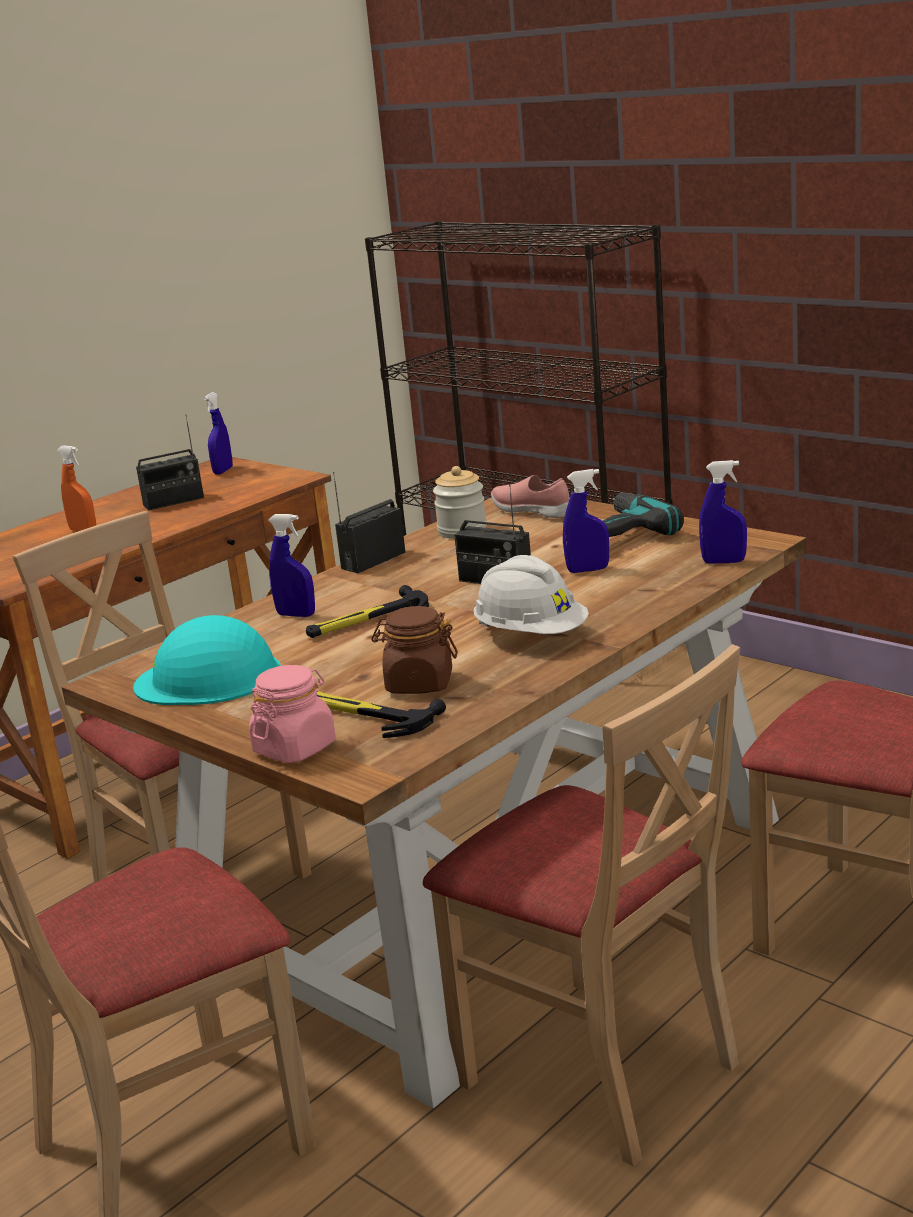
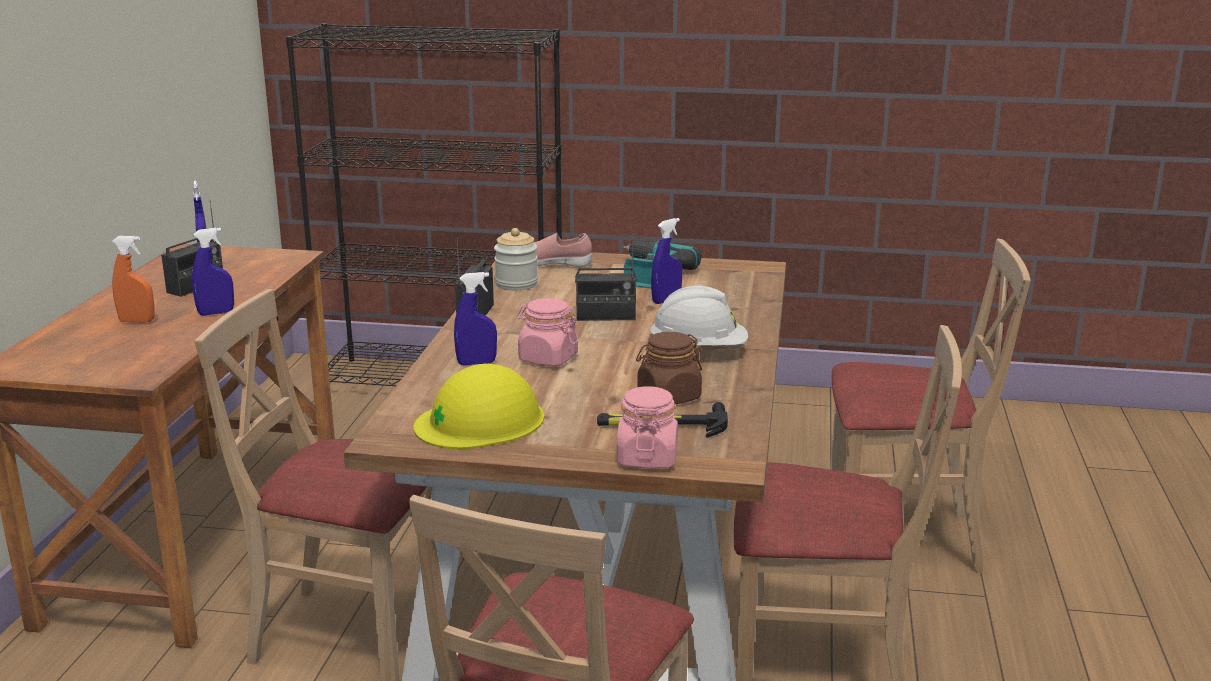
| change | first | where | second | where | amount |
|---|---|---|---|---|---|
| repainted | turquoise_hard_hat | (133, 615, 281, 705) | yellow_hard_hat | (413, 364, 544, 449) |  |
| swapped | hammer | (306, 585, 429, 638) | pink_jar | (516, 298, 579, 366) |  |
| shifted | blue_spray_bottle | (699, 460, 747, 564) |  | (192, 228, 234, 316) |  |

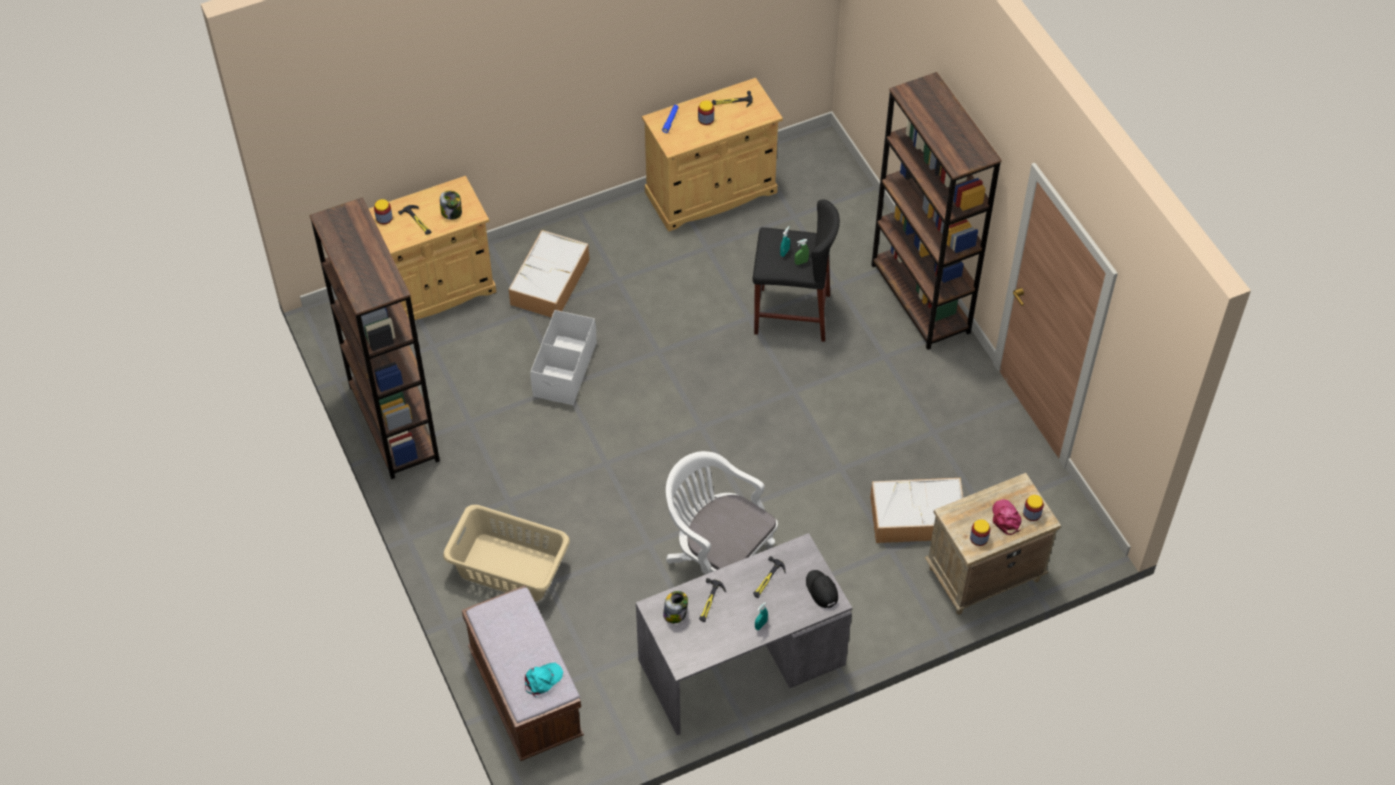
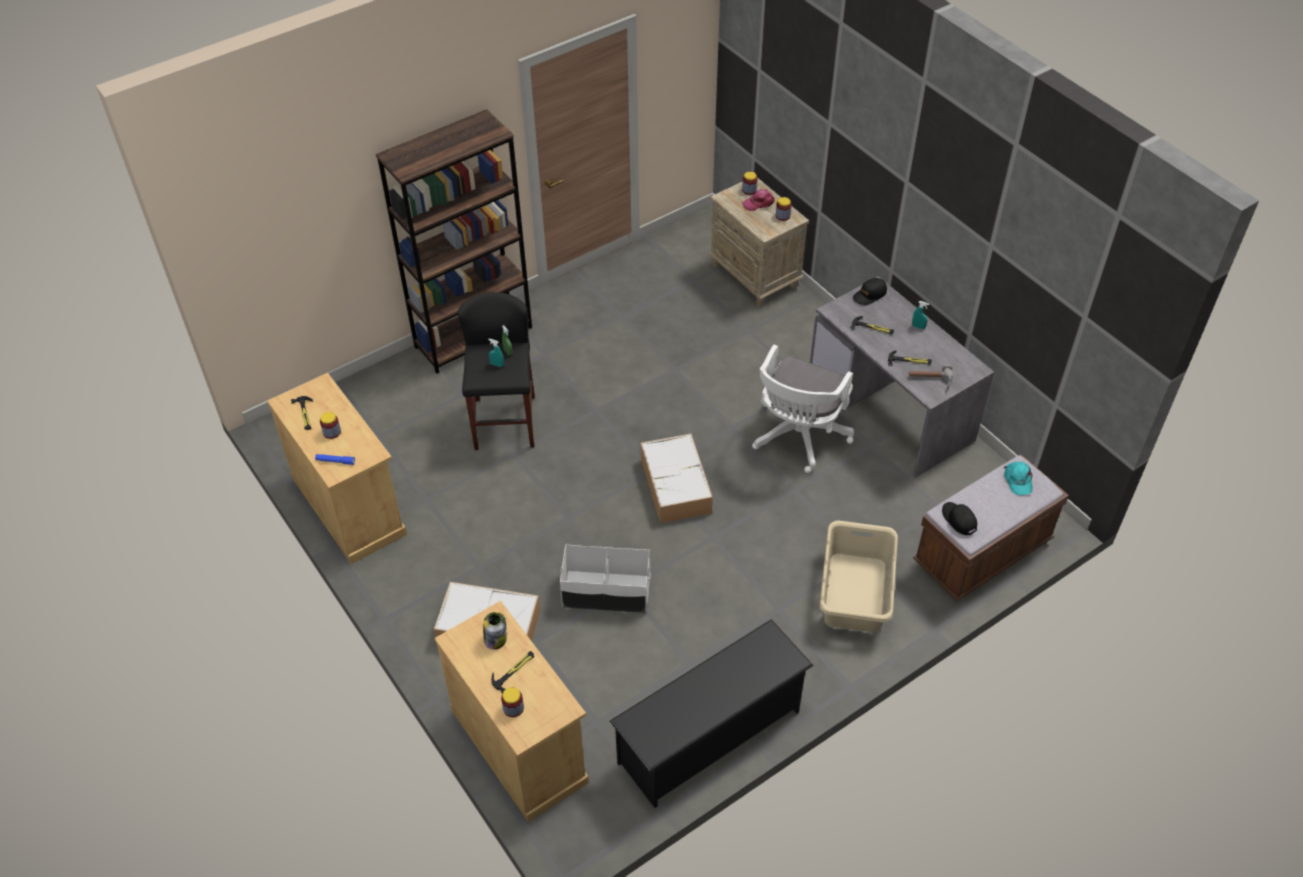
| change | first | where | second | where | amount |
|---|---|---|---|---|---|
| swapped | brown_bookcase | (309, 197, 440, 479) | black_shoe_rack | (610, 619, 813, 808) |  |
| rotated | turquoise_cap | (525, 663, 563, 697) |  | (1004, 462, 1033, 495) | 135 degrees counterclockwise |
| swapped | jar | (663, 591, 688, 623) | hammer | (909, 364, 953, 392) |  |
| shifted | storage_box | (870, 478, 963, 543) |  | (641, 434, 713, 523) |  |
| new |  |  | black_cap | (942, 502, 977, 535) |  |

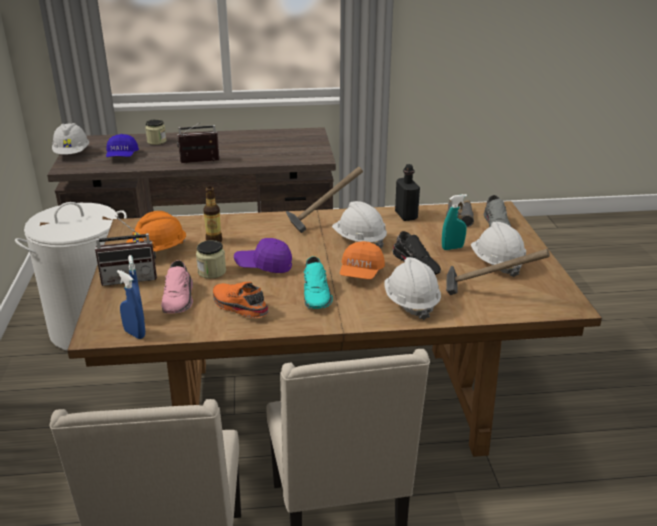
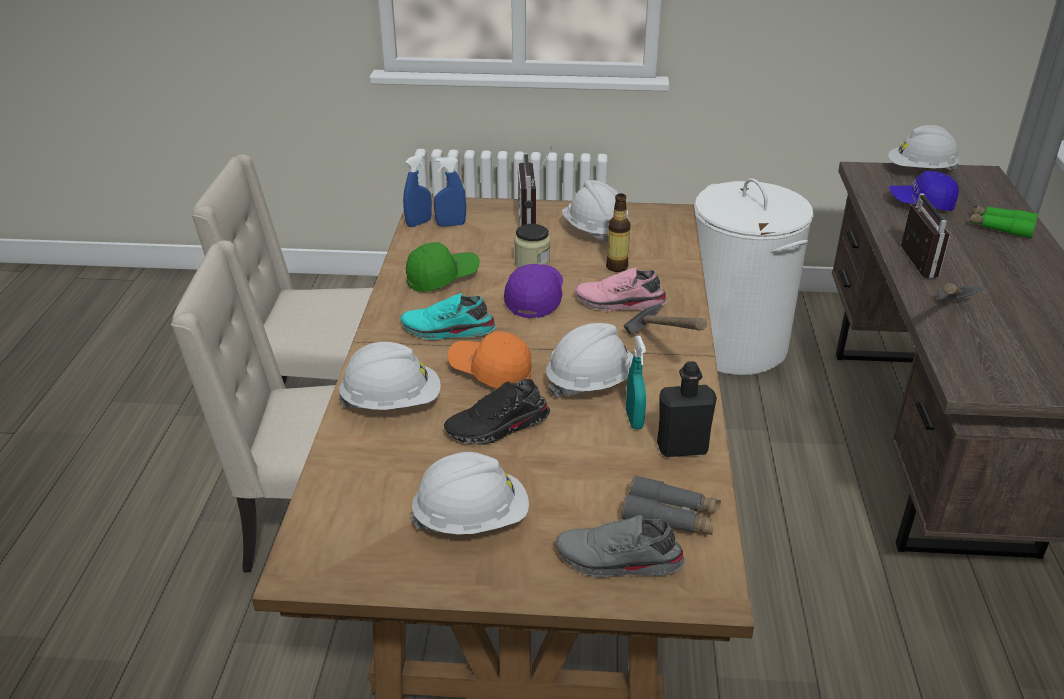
| change | first | where | second | where | amount |
|---|---|---|---|---|---|
| repainted | orange_hard_hat | (126, 211, 186, 252) | white_hard_hat | (561, 180, 630, 242) |  |
| swapped | jar | (145, 119, 167, 145) | green_binoculars | (969, 205, 1038, 239) |  |
| shifted | pink_shoe | (161, 260, 193, 313) |  | (575, 267, 667, 311) |  |
| swapped | orange_shoe | (213, 282, 269, 318) | green_cap | (406, 242, 480, 292) |  |
| shifted | turquoise_spray_bottle | (442, 194, 467, 250) |  | (626, 336, 646, 429) |  |
| shifted | hammer | (446, 249, 550, 295) |  | (937, 283, 984, 301) |  |

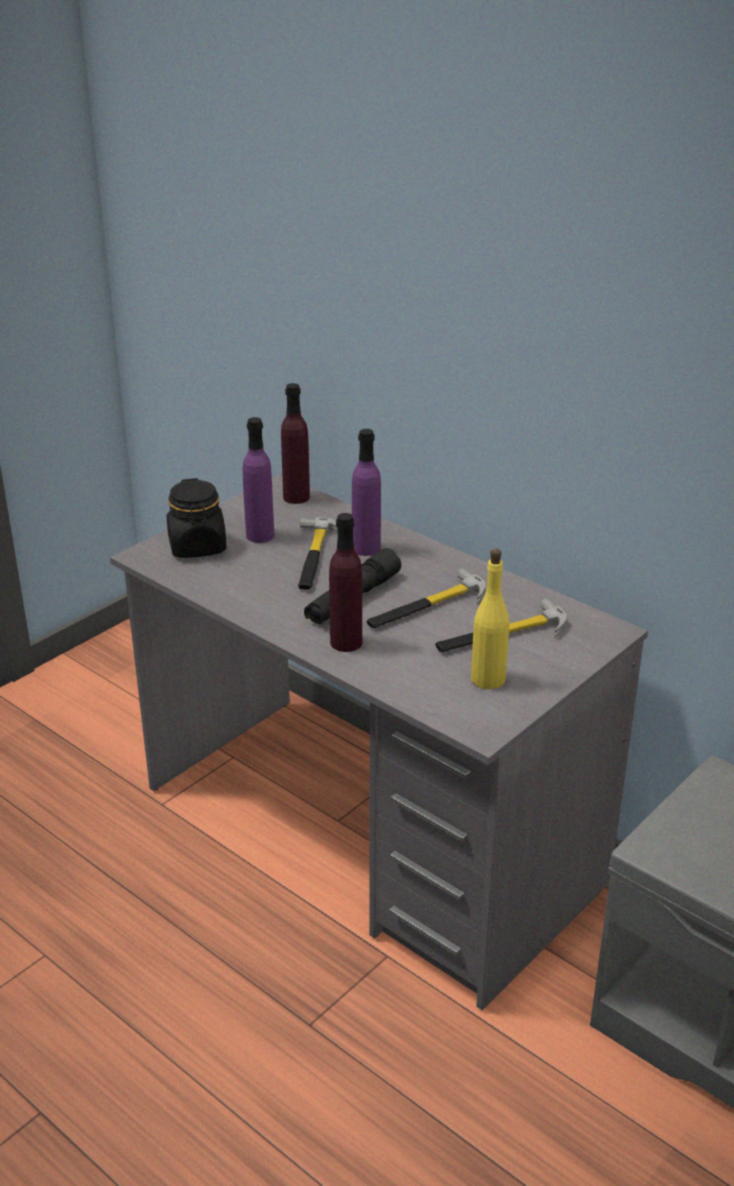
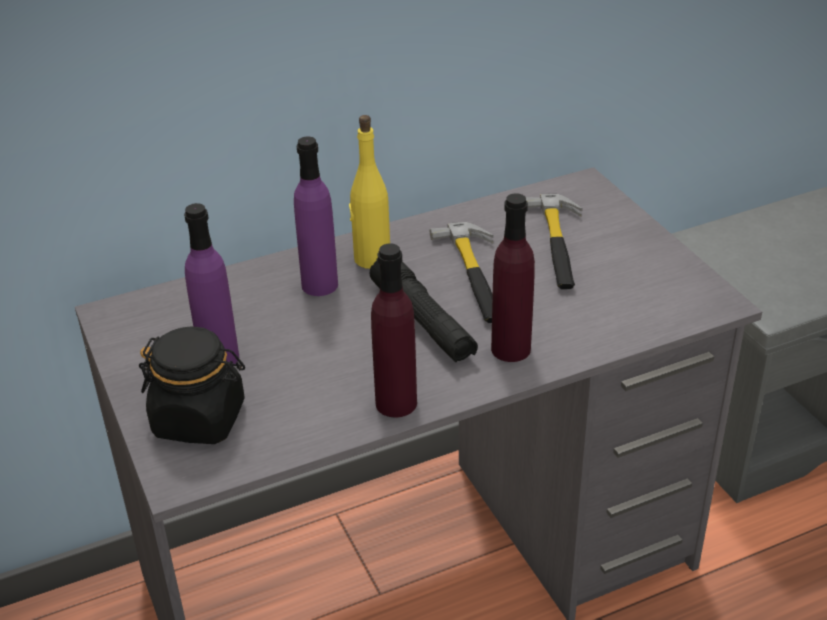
| change | first | where | second | where | amount |
|---|---|---|---|---|---|
| shifted | purple_bottle | (281, 383, 310, 504) |  | (371, 243, 417, 418) |  |
| gone | hammer | (298, 517, 338, 590) |  |  |  |
| shifted | yellow_bottle | (471, 548, 509, 689) |  | (349, 115, 390, 269) |  |

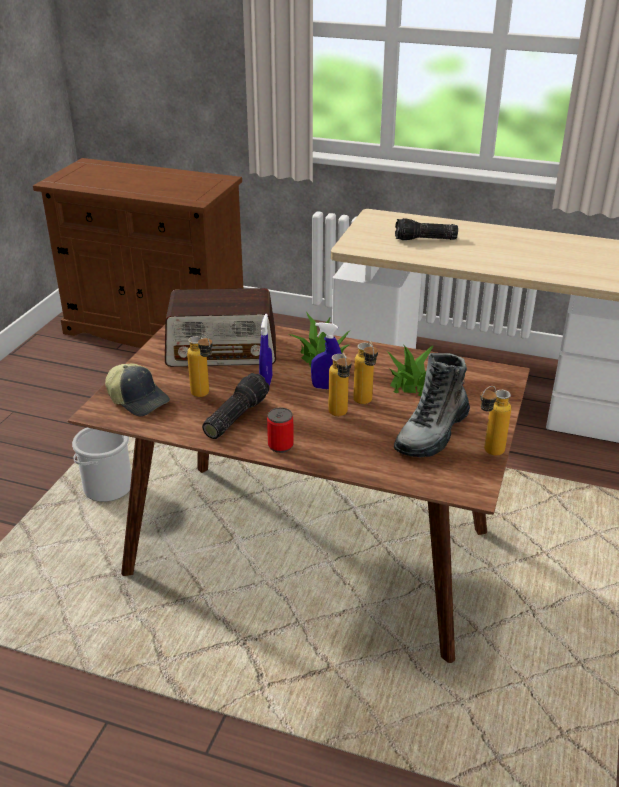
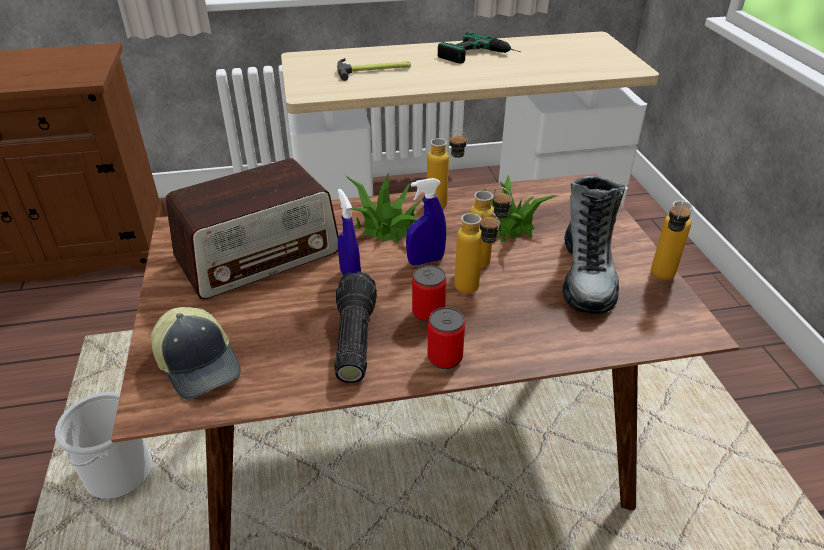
| change | first | where | second | where | amount |
|---|---|---|---|---|---|
| rotated | cap | (105, 364, 170, 416) |  | (151, 307, 241, 400) | 45 degrees clockwise |
| shifted | bottle | (187, 333, 213, 397) |  | (427, 130, 468, 208) |  |
| swapped | flashlight | (395, 218, 458, 240) | hammer | (337, 58, 411, 81) |  |
| new |  |  | can | (412, 265, 446, 323) |  |
| new |  |  | power_drill | (438, 32, 521, 63) |  |

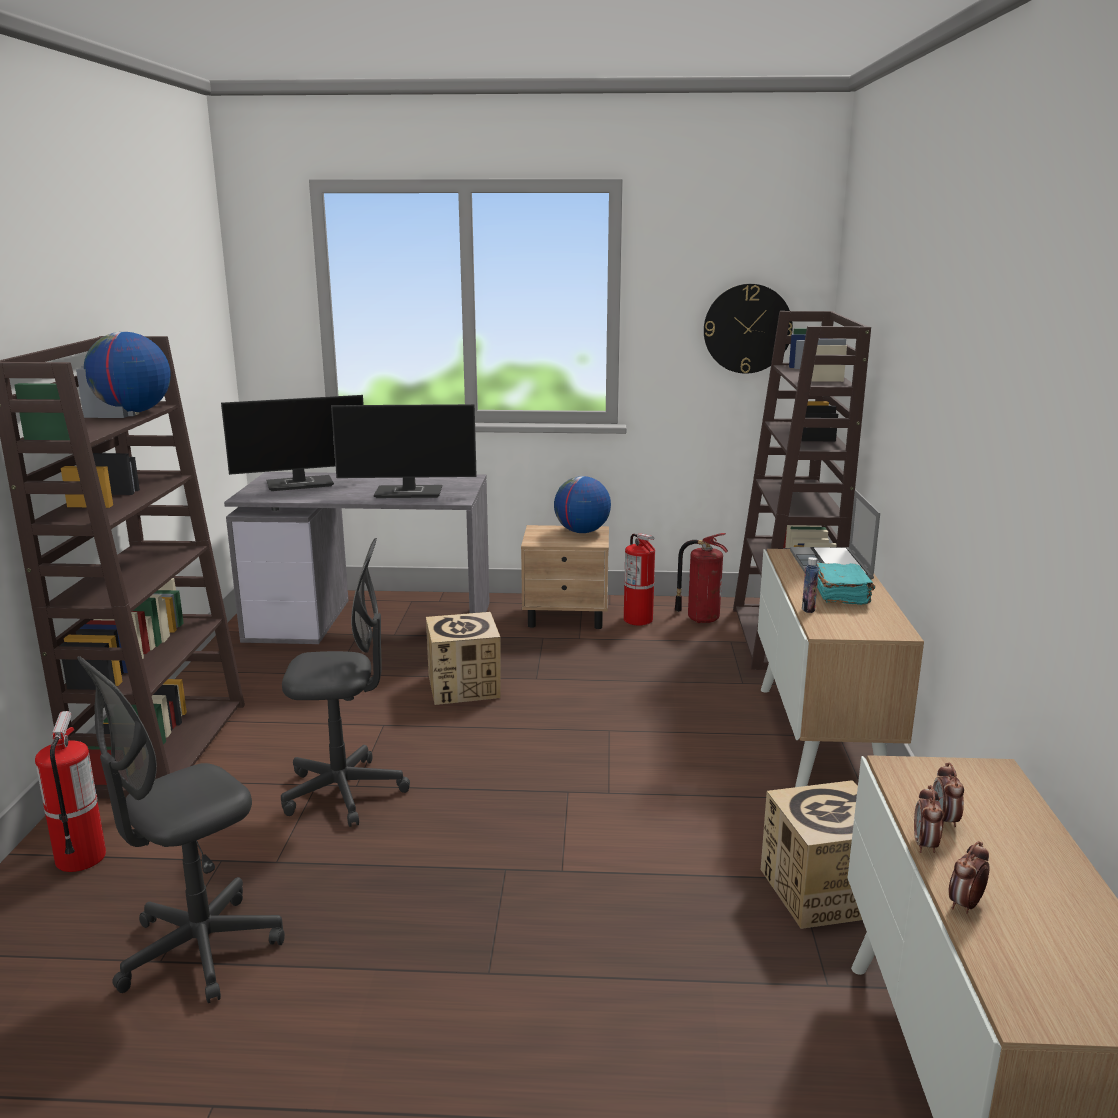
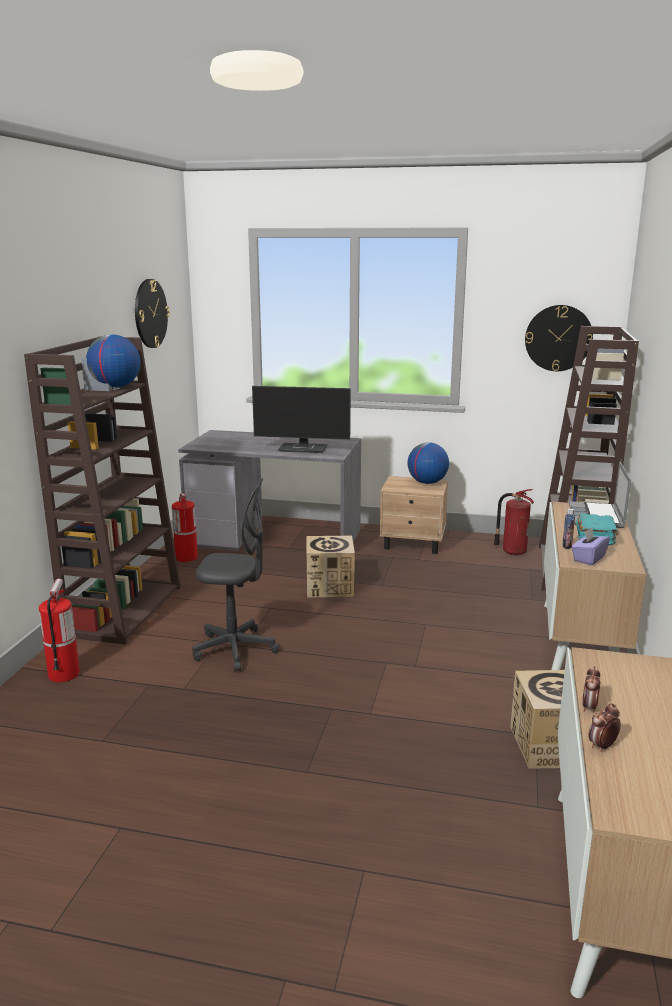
| change | first | where | second | where | amount |
|---|---|---|---|---|---|
| gone | grey_office_chair | (77, 656, 285, 1003) |  |  |  |
| gone | monitor | (221, 395, 364, 491) |  |  |  |
| shifted | fire_extinguisher | (624, 534, 655, 626) |  | (172, 493, 198, 562) |  |
| gone | alarm_clock | (933, 762, 964, 828) |  |  |  |
| new |  |  | wall_clock | (135, 279, 170, 348) |  |
| new |  |  | purple_tissue_box | (571, 528, 610, 565) |  |

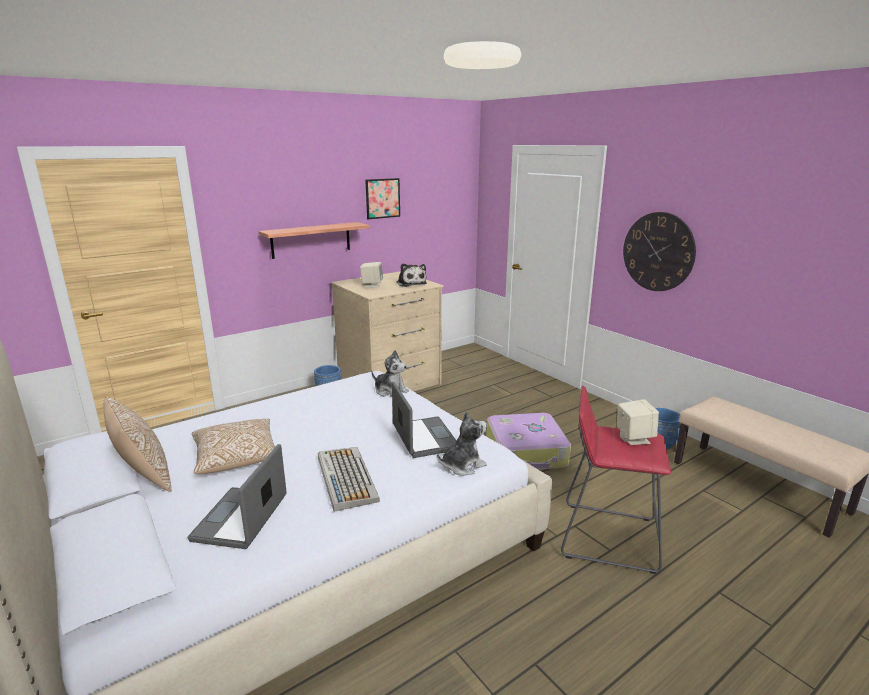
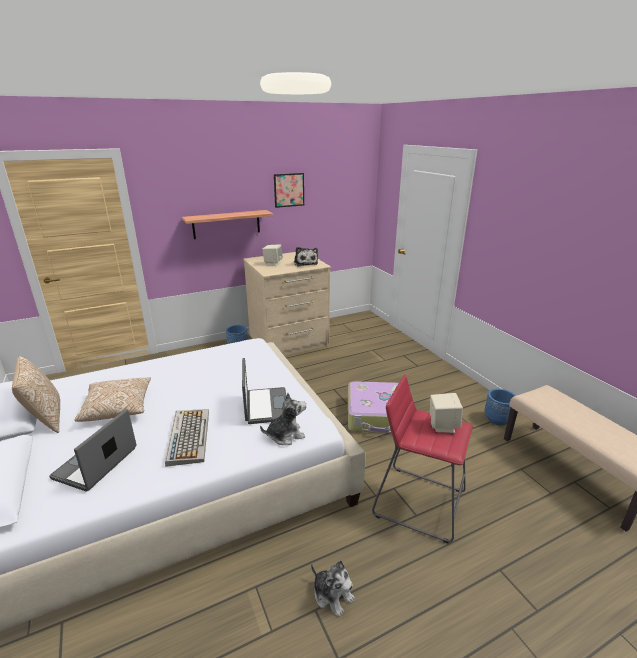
| change | first | where | second | where | amount |
|---|---|---|---|---|---|
| shifted | plush_toy | (371, 350, 409, 397) |  | (311, 560, 355, 617) |  |
| gone | wall_clock | (623, 212, 696, 291) |  |  |  |

